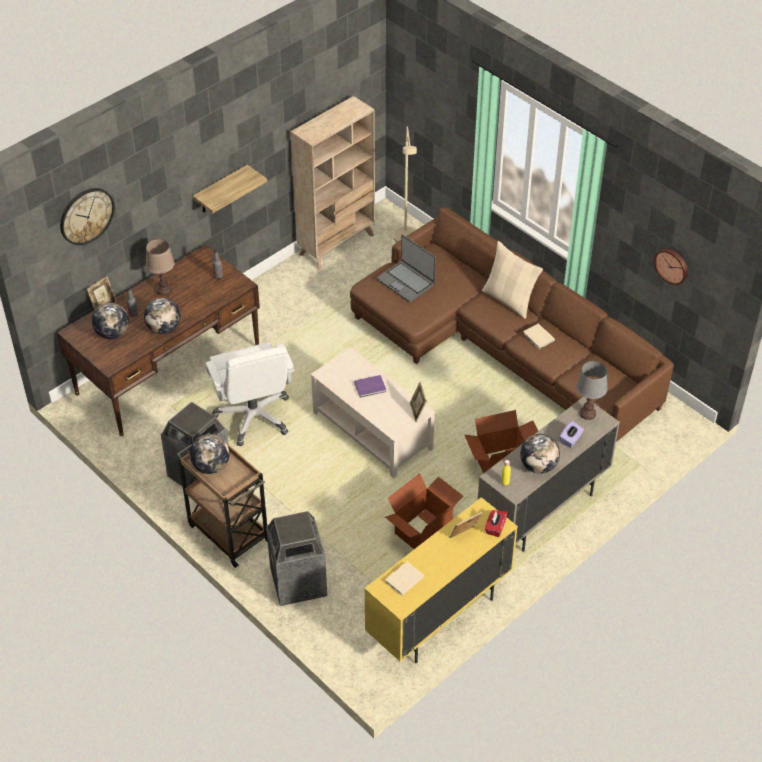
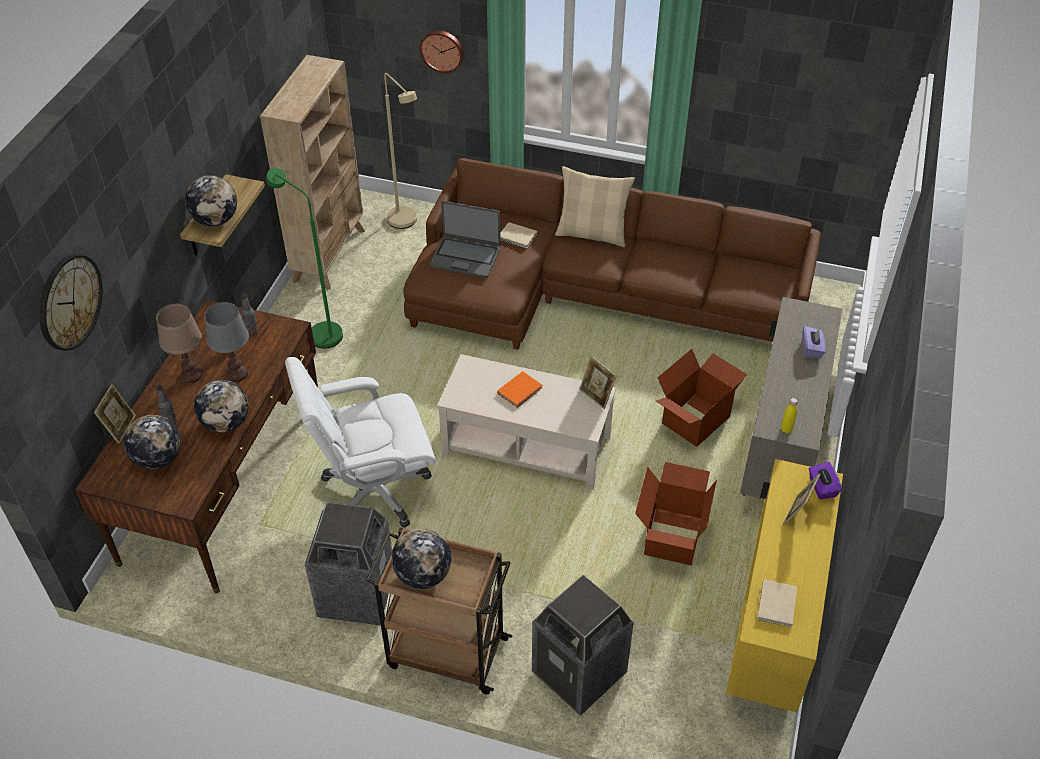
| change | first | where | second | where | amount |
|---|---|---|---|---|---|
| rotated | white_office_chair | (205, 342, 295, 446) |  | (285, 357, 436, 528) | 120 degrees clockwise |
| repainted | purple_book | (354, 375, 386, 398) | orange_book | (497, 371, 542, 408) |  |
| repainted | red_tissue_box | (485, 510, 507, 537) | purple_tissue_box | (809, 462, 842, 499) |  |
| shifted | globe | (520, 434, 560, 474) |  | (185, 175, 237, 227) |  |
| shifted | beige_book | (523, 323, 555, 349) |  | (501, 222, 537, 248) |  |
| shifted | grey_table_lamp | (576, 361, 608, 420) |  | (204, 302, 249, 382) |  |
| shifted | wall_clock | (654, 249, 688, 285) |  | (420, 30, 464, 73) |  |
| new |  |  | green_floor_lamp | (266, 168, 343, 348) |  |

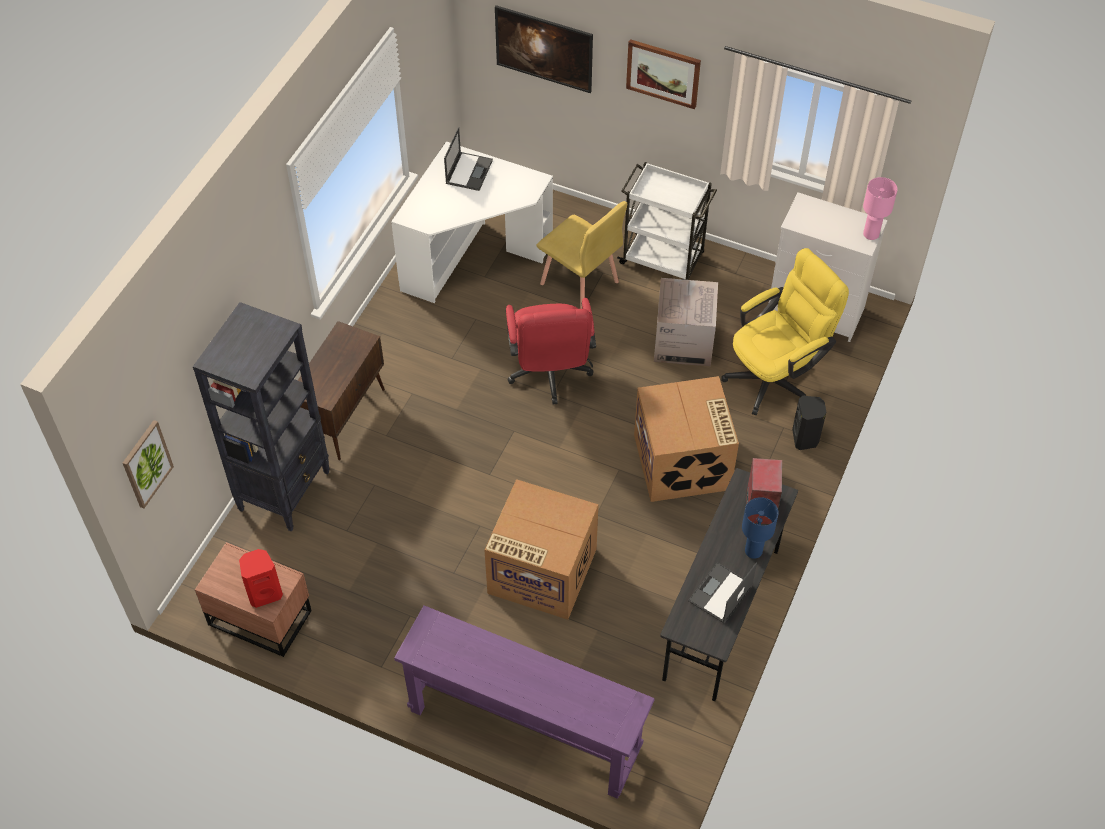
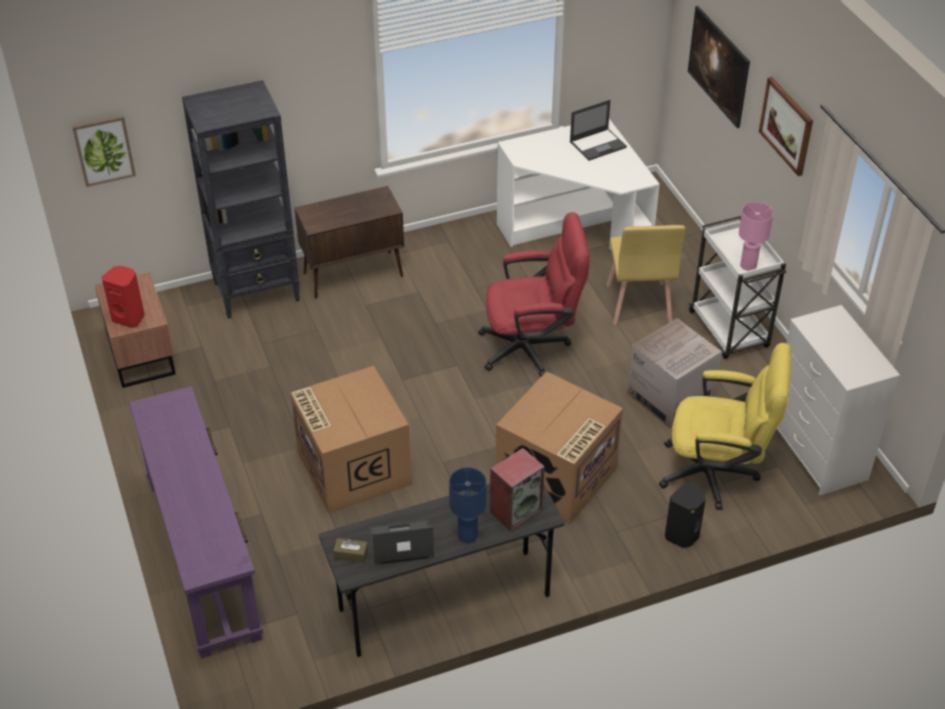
| change | first | where | second | where | amount |
|---|---|---|---|---|---|
| rotated | red_office_chair | (506, 298, 596, 404) |  | (478, 212, 590, 377) | 135 degrees counterclockwise |
| shifted | pink_table_lamp | (863, 177, 898, 240) |  | (739, 202, 774, 271) |  |
| new |  |  | brown_tissue_box | (333, 538, 368, 563) |  |

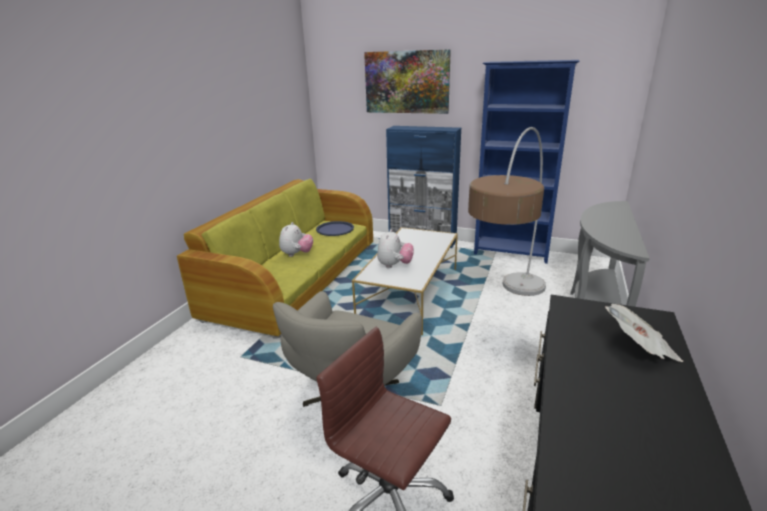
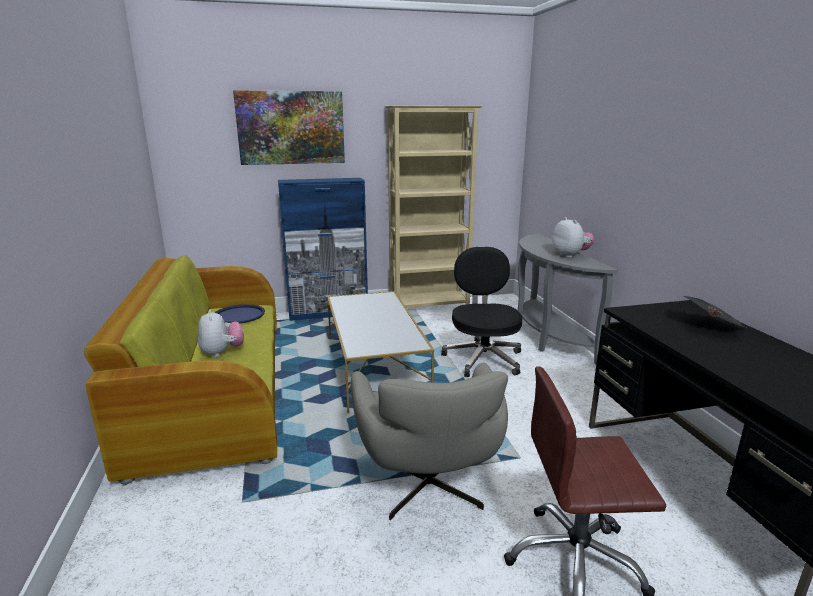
| change | first | where | second | where | amount |
|---|---|---|---|---|---|
| shifted | plush_toy | (377, 229, 414, 268) |  | (552, 217, 594, 258) |  |
| swapped | floor_lamp | (468, 127, 546, 296) | black_office_chair | (441, 247, 522, 377) |  |
| repainted | blue_bookcase | (474, 60, 579, 264) | beige_bookcase | (385, 105, 482, 308) |  |

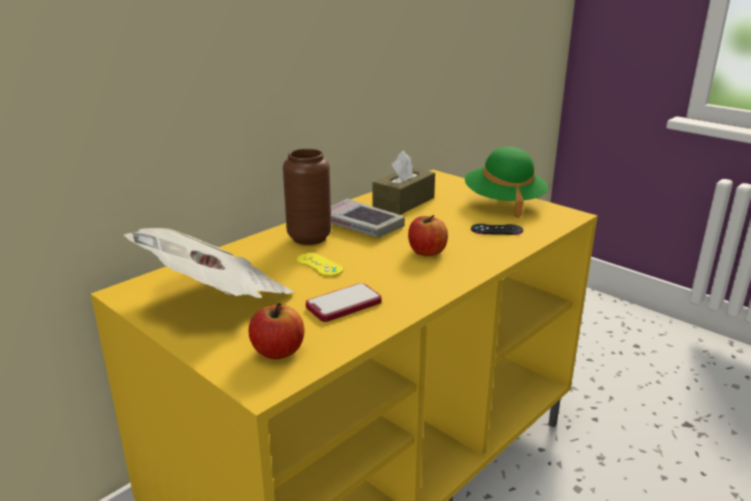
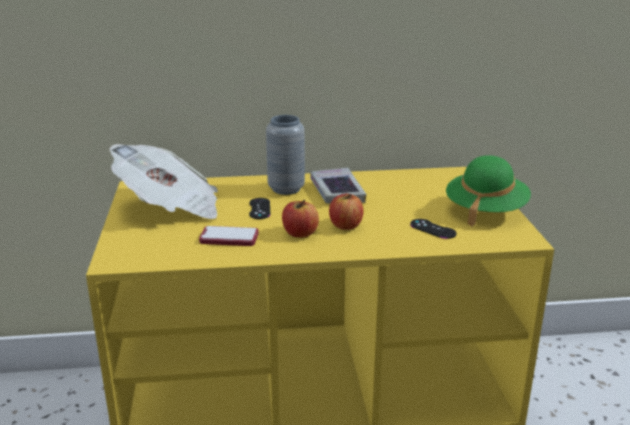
| change | first | where | second | where | amount |
|---|---|---|---|---|---|
| shifted | apple | (249, 303, 305, 359) |  | (282, 200, 319, 237) |  |
| repainted | brown_vase | (283, 149, 331, 245) | grey_vase | (266, 115, 305, 195) |  |
| repainted | yellow_game_controller | (296, 253, 343, 277) | black_game_controller | (249, 198, 271, 219) |  |
| gone | brown_tissue_box | (373, 151, 435, 215) |  |  |  |

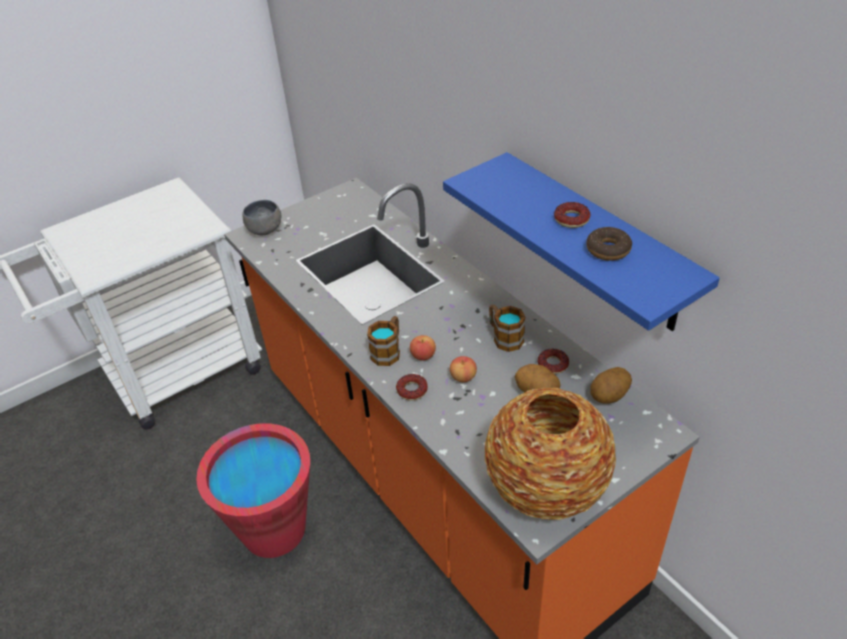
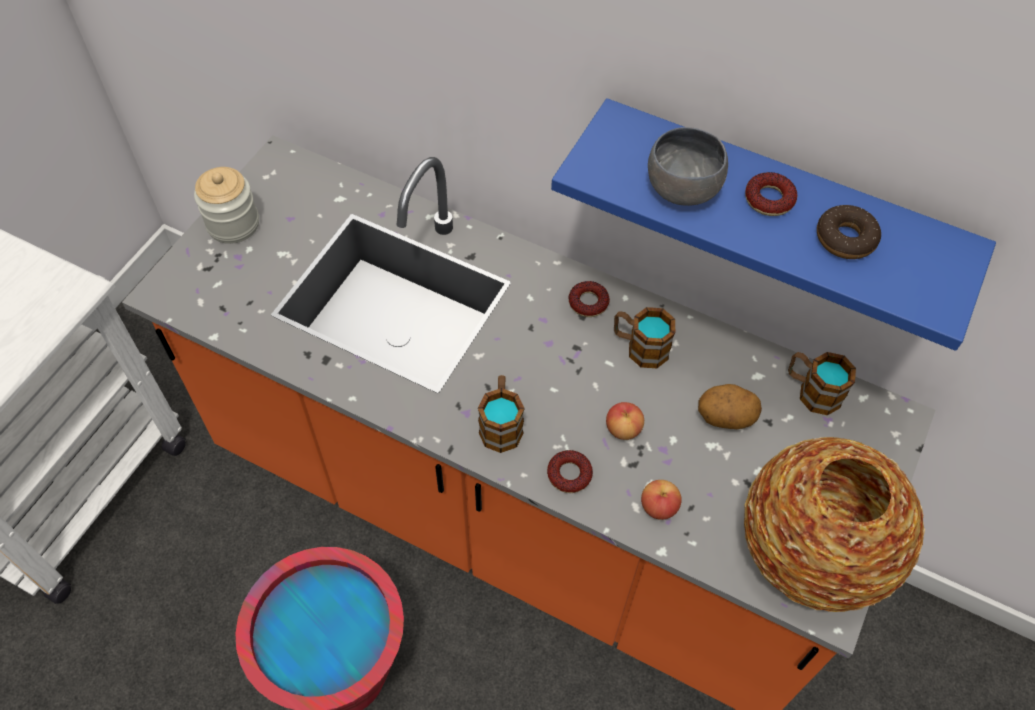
| change | first | where | second | where | amount |
|---|---|---|---|---|---|
| shifted | grey_bowl | (242, 200, 282, 235) |  | (648, 127, 728, 206) |  |
| shifted | apple | (410, 335, 436, 360) |  | (641, 480, 682, 520) |  |
| shifted | donut | (538, 349, 569, 374) |  | (569, 281, 610, 317) |  |
| swapped | potato | (590, 367, 632, 404) | mug | (788, 352, 856, 415) |  |
| new |  |  | jar | (194, 167, 259, 244) |  |

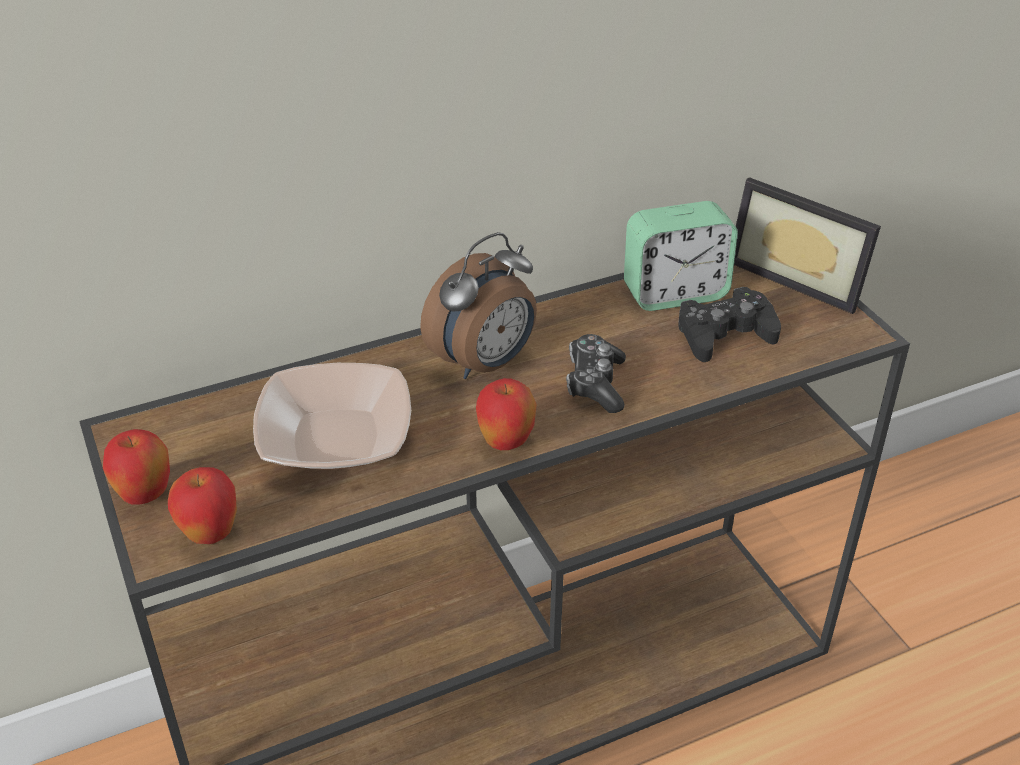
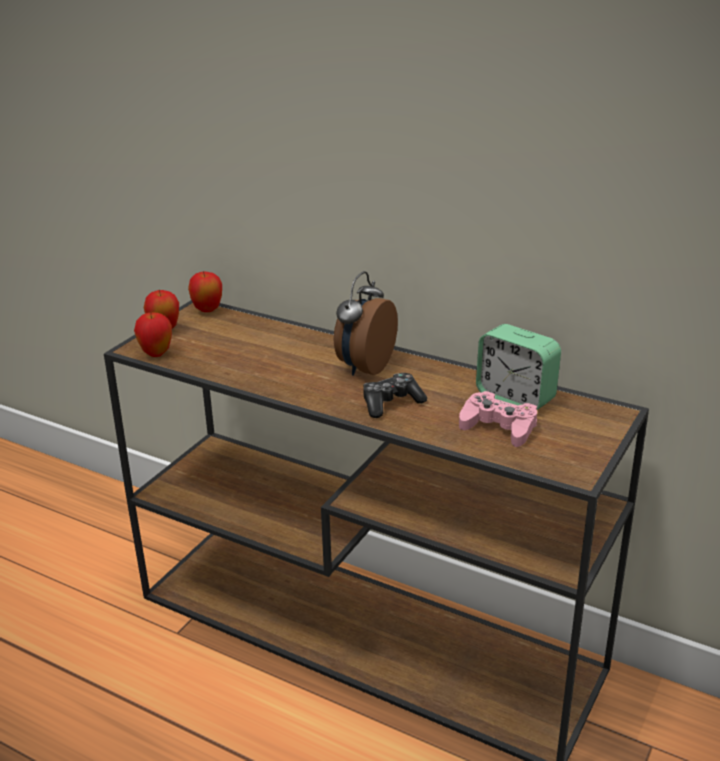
| change | first | where | second | where | amount |
|---|---|---|---|---|---|
| gone | bowl | (253, 363, 411, 470) |  |  |  |
| rotated | alarm_clock | (420, 232, 537, 379) |  | (334, 271, 398, 376) | 105 degrees clockwise |
| shifted | apple | (476, 378, 537, 450) |  | (188, 271, 222, 312) |  |
| repainted | black_game_controller | (678, 287, 781, 362) | pink_game_controller | (459, 391, 537, 447) |  |
| gone | picture_frame | (734, 177, 881, 314) |  |  |  |

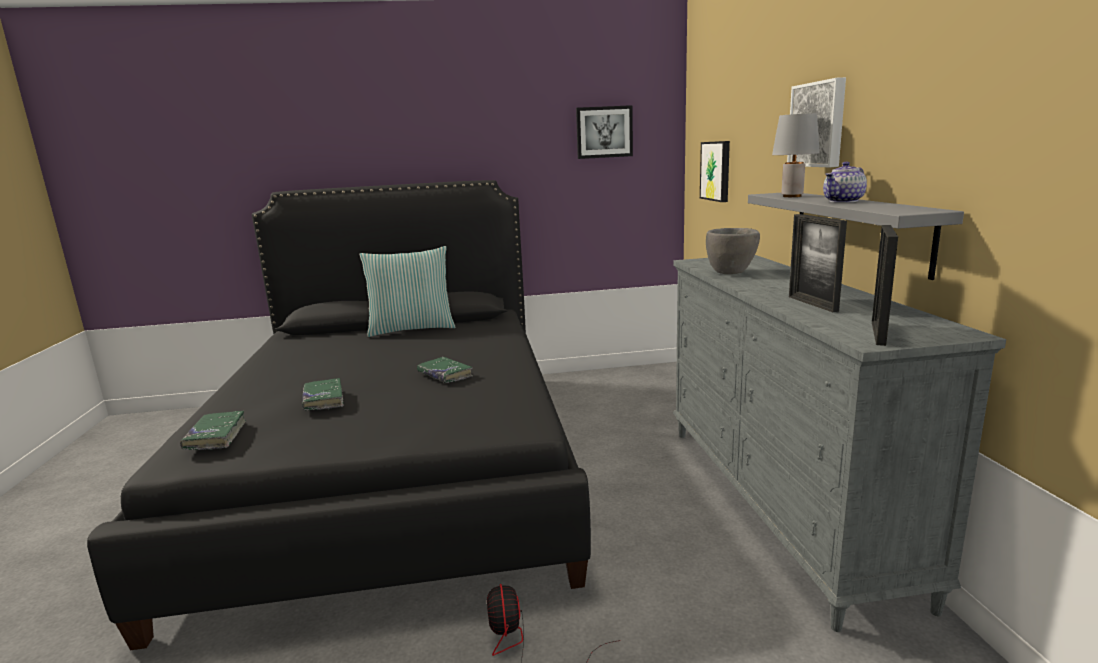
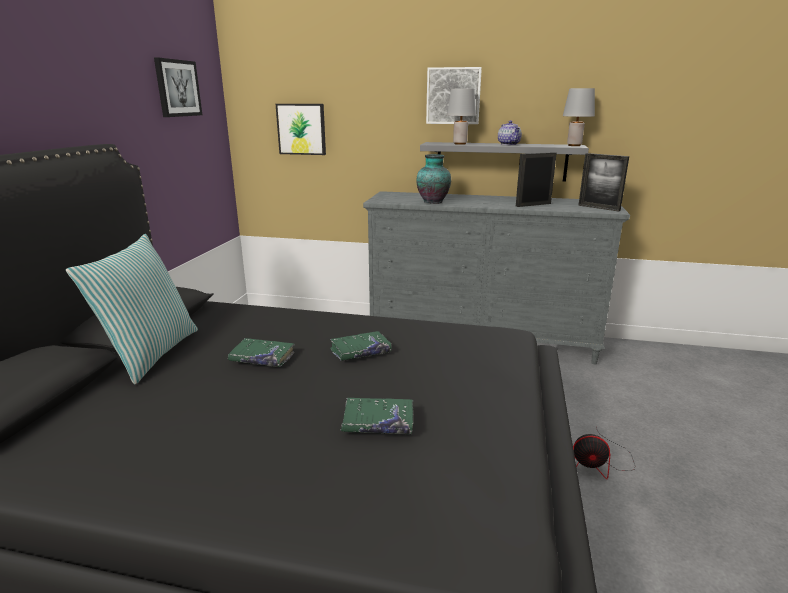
| change | first | where | second | where | amount |
|---|---|---|---|---|---|
| shifted | green_book | (180, 411, 246, 450) |  | (228, 338, 295, 367) |  |
| swapped | grey_bowl | (706, 228, 760, 274) | vase | (417, 154, 451, 204) |  |
| rotated | picture_frame | (789, 214, 847, 312) |  | (516, 152, 557, 207) | 150 degrees clockwise |
| new |  |  | grey_table_lamp | (563, 88, 595, 146) |  |

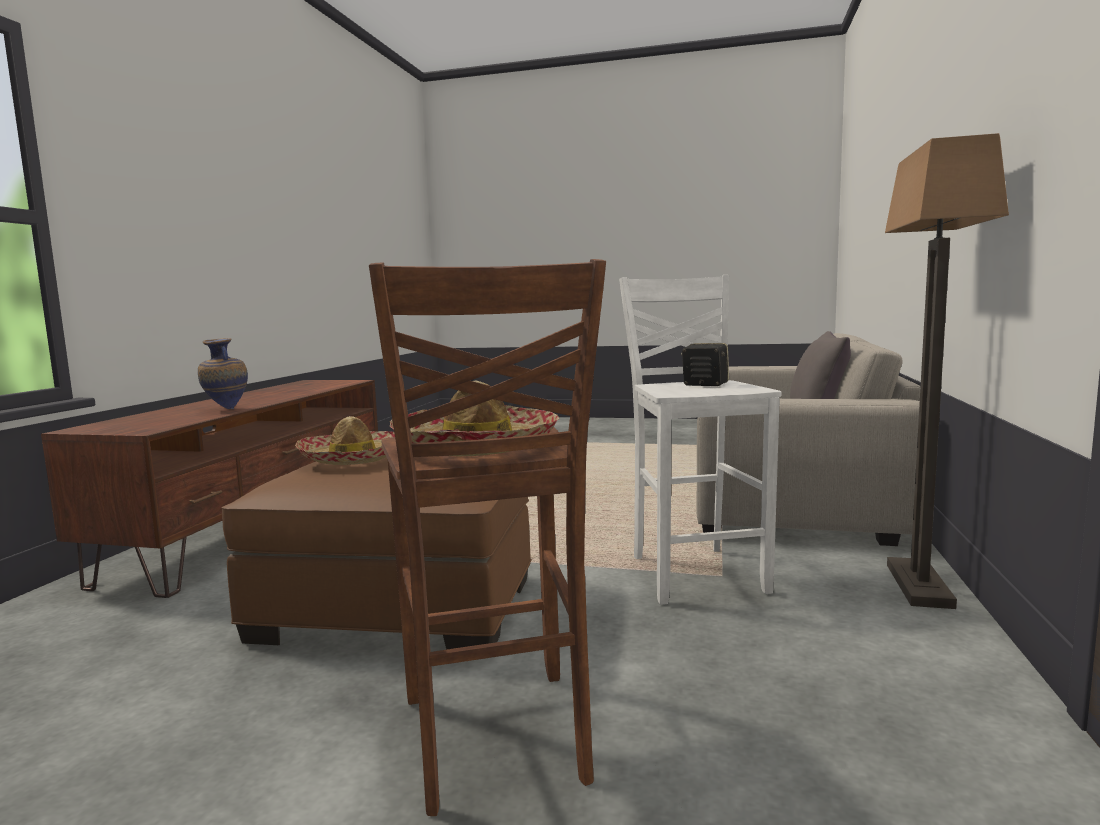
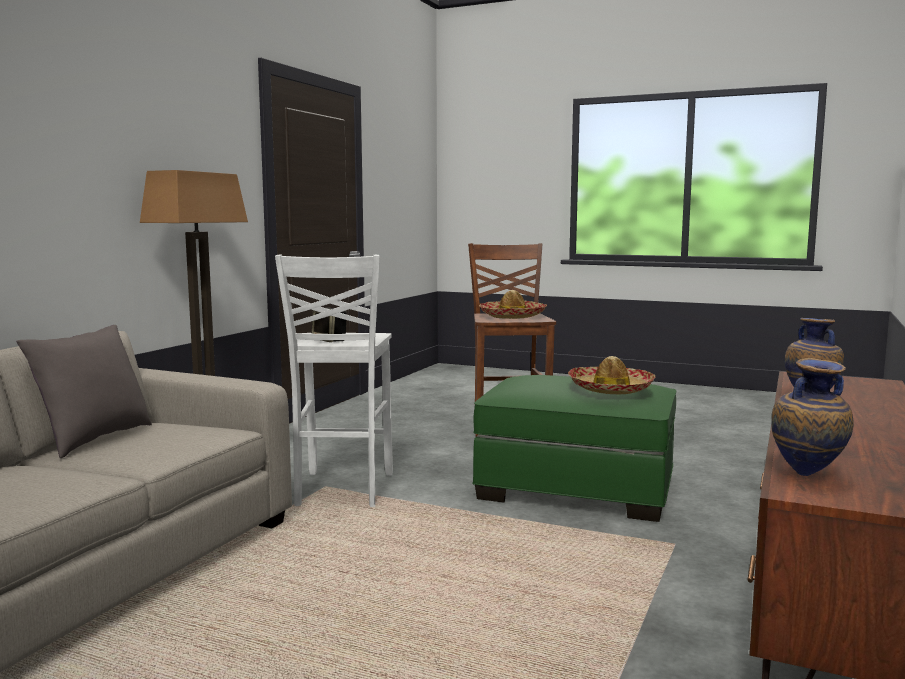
| change | first | where | second | where | amount |
|---|---|---|---|---|---|
| repainted | brown_ottoman | (221, 457, 532, 650) | green_ottoman | (472, 375, 676, 522) |  |
| new |  |  | vase | (771, 358, 854, 476) |  |

